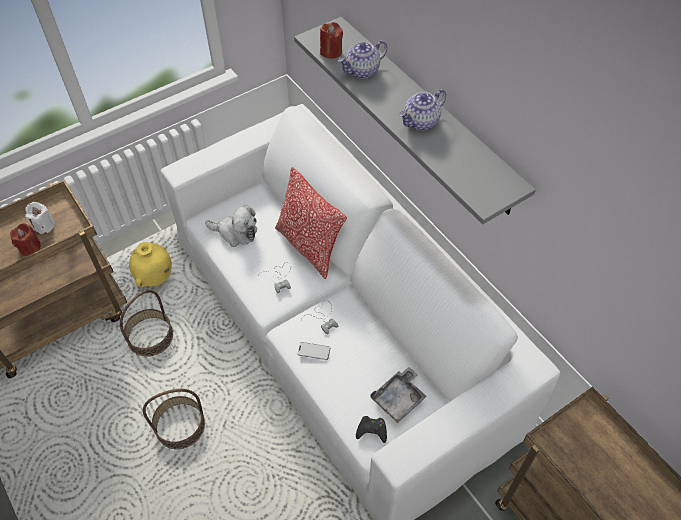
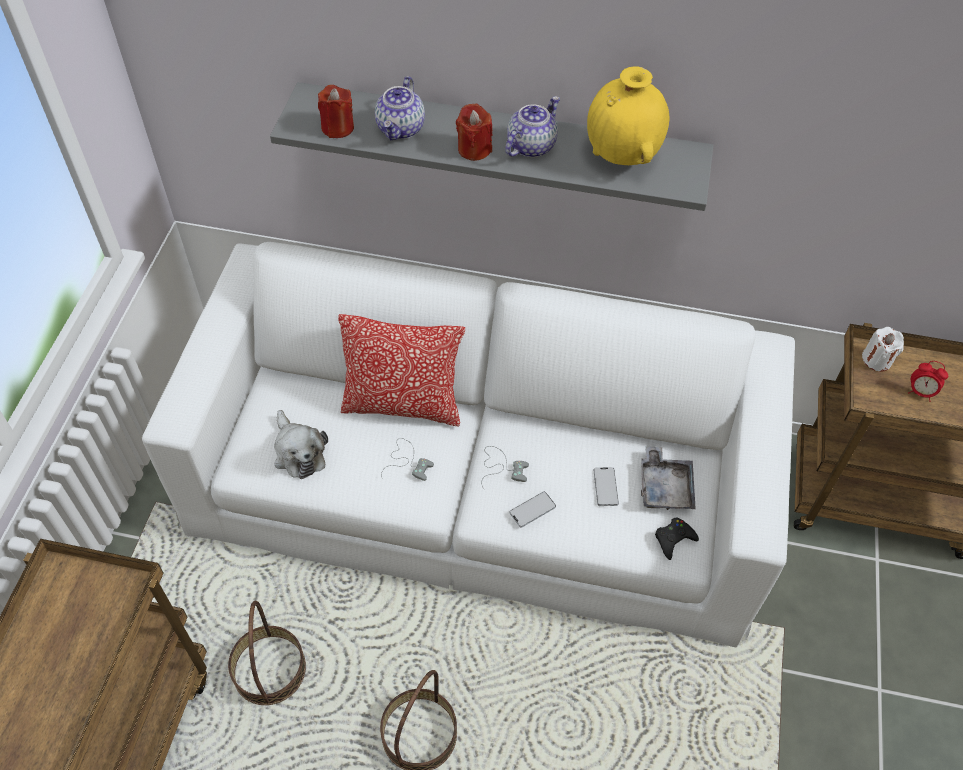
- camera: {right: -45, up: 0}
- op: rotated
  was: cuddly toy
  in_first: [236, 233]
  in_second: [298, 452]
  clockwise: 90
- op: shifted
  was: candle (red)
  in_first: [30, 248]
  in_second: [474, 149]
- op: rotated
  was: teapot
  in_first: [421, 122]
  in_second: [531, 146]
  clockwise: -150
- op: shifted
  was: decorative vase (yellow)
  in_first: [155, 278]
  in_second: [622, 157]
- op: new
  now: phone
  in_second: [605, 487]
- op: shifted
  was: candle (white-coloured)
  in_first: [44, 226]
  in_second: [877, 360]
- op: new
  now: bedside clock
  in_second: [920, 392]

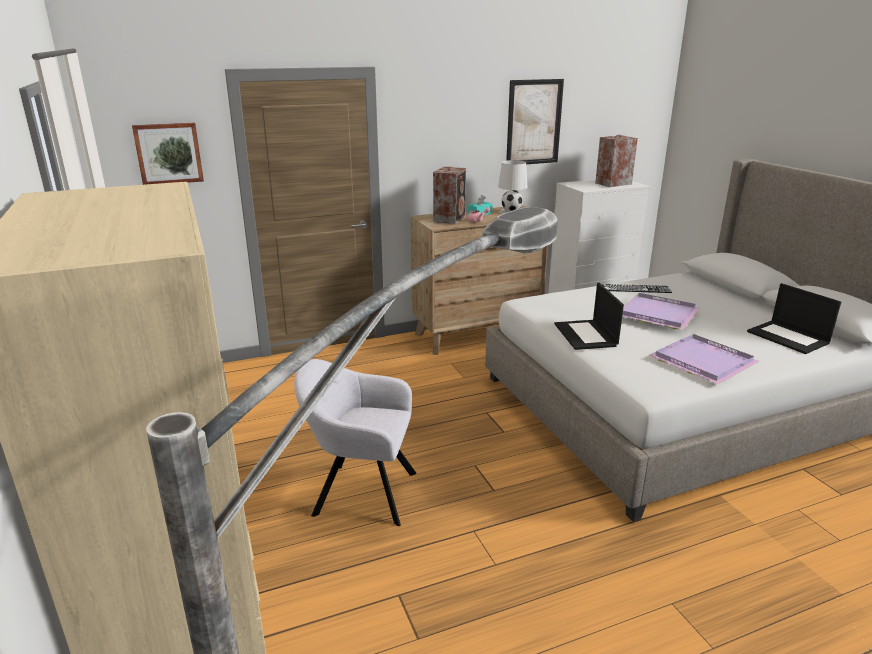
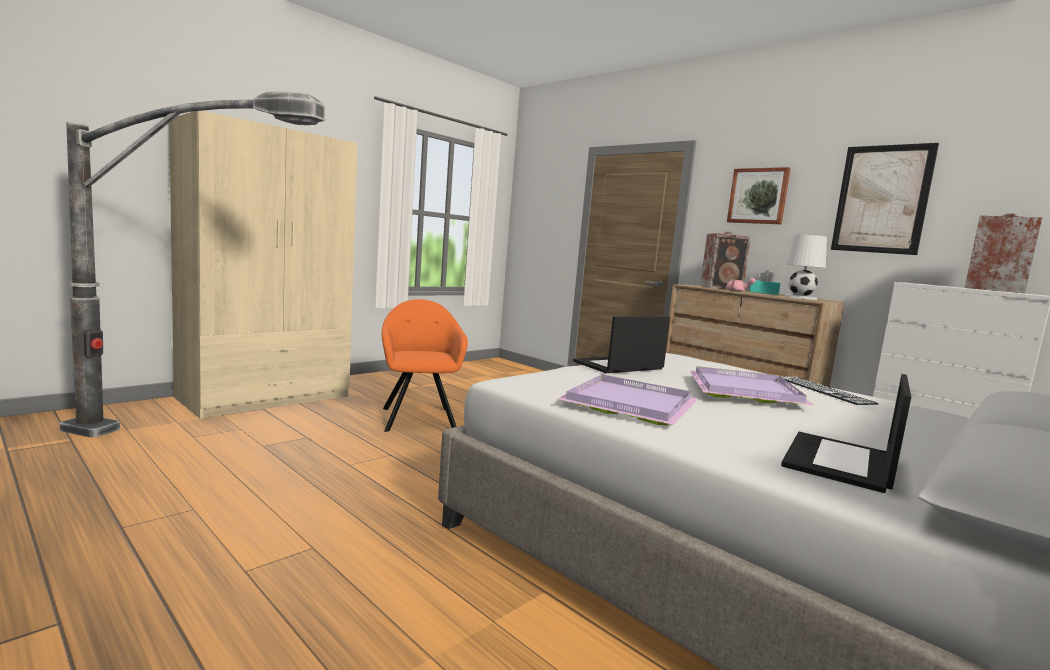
- camera: {right: 65, up: -15}
- op: repainted
  was: lounge chair (grey)
  now: lounge chair (orange)
  in_first: [361, 492]
  in_second: [418, 417]
- op: shifted
  was: wall art
  in_first: [169, 153]
  in_second: [758, 196]

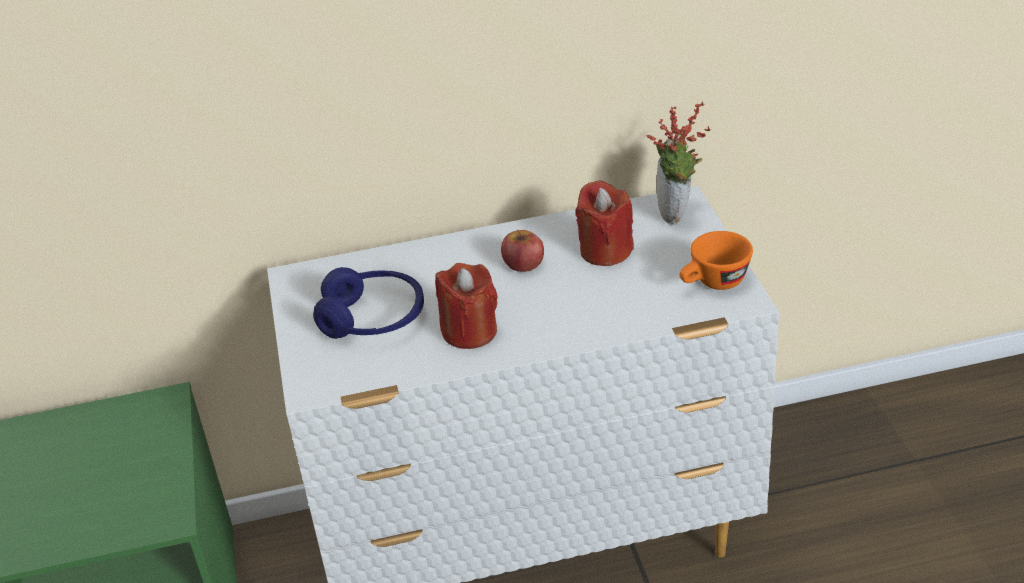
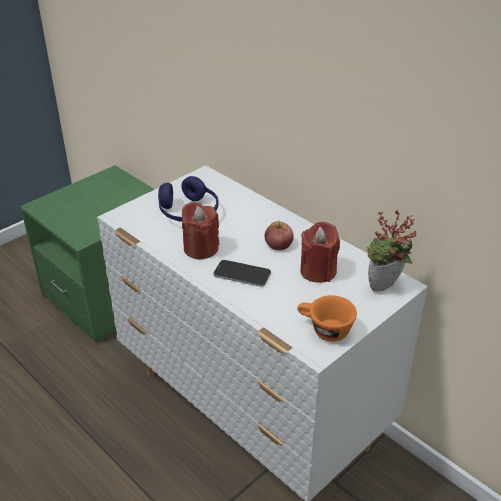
- camera: {right: 55, up: 0}
- op: new
  now: phone
  in_second: [242, 274]

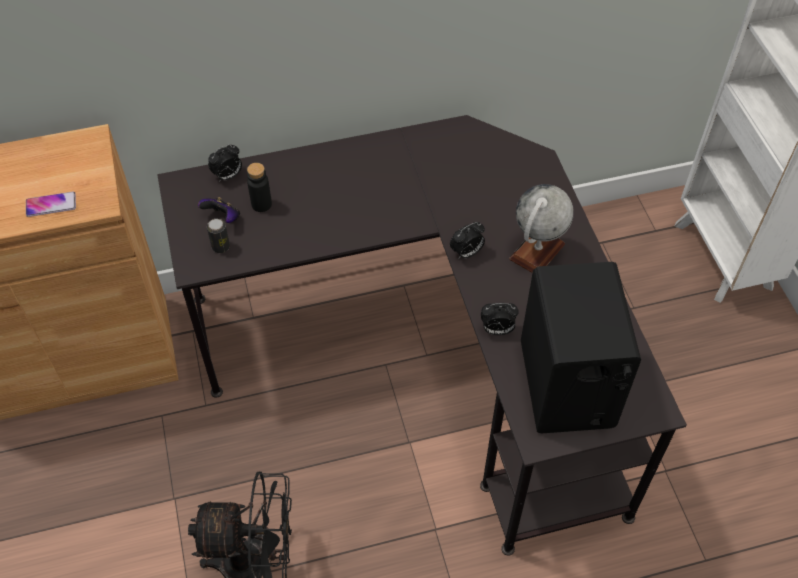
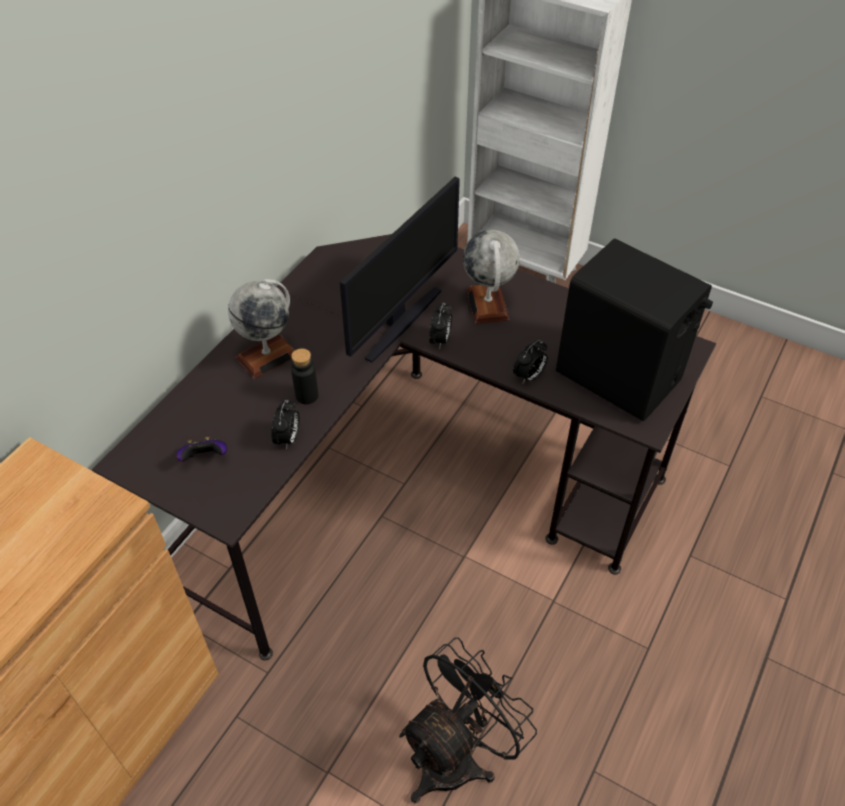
- camera: {right: -45, up: -5}
- op: new
  now: desk globe
  in_second: [267, 356]
- op: shifted
  was: bedside clock
  in_first: [228, 176]
  in_second: [288, 439]
- op: shifted
  was: beverage bottle (black)
  in_first: [261, 204]
  in_second: [307, 395]
- op: new
  now: computer display
  in_second: [401, 322]
- op: gone
  was: phone
  in_first: [51, 205]
- op: gone
  was: sealed can
  in_first: [221, 247]

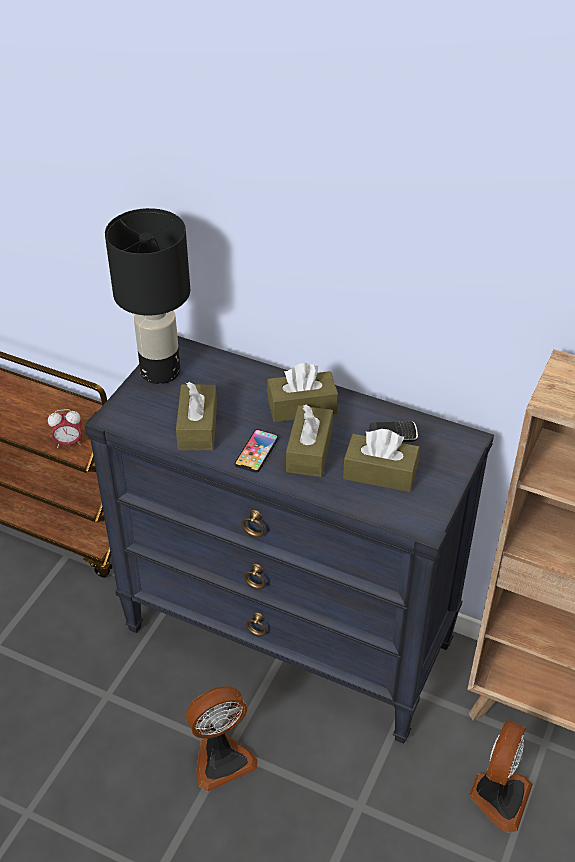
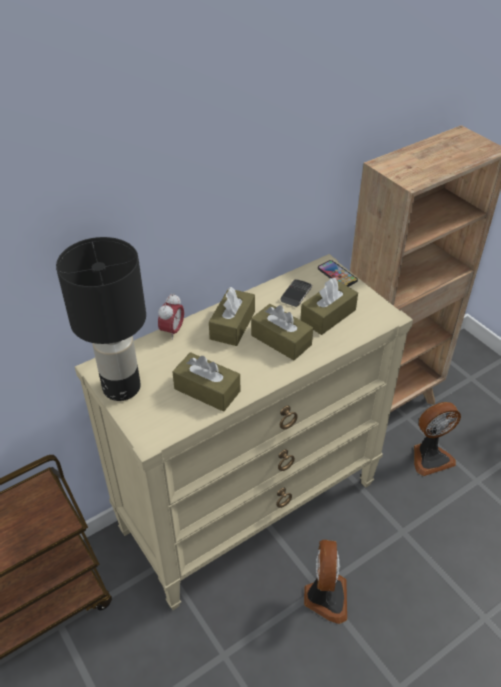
- camera: {right: -60, up: 0}
- op: repainted
  was: drawer chest (black)
  now: drawer chest (beige-coloured)
  in_first: [290, 636]
  in_second: [250, 505]
- op: shifted
  was: bedside clock
  in_first: [68, 443]
  in_second: [172, 331]
- op: shifted
  was: phone
  in_first: [256, 451]
  in_second: [337, 275]
- op: rotated
  was: electric fan
  in_first: [498, 796]
  in_second: [430, 457]
  clockwise: 105

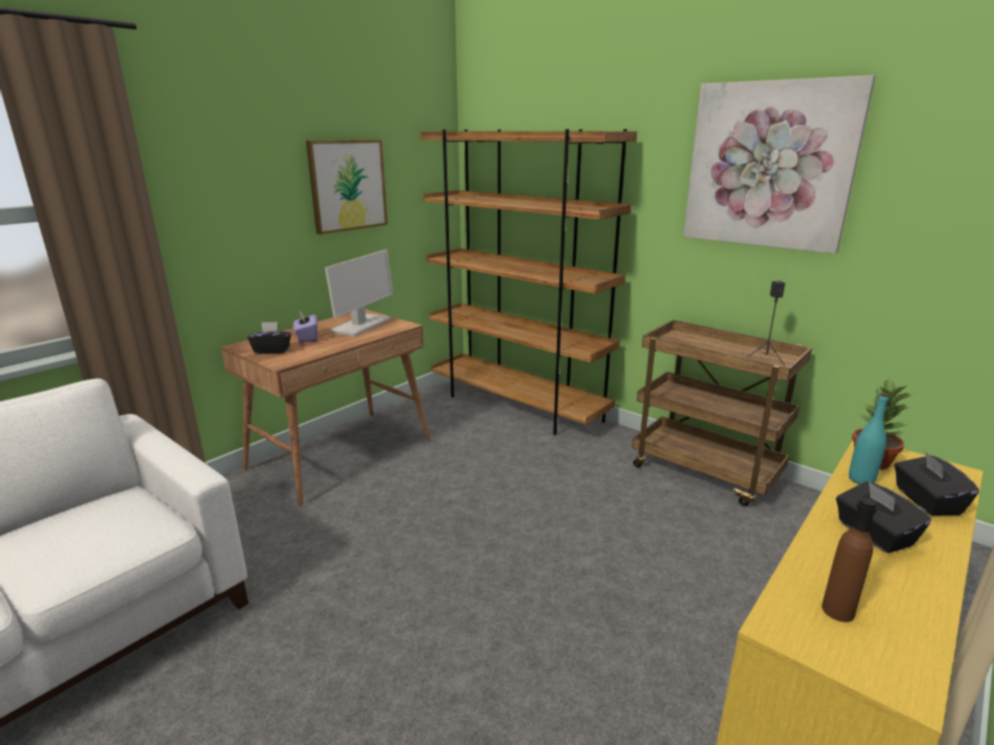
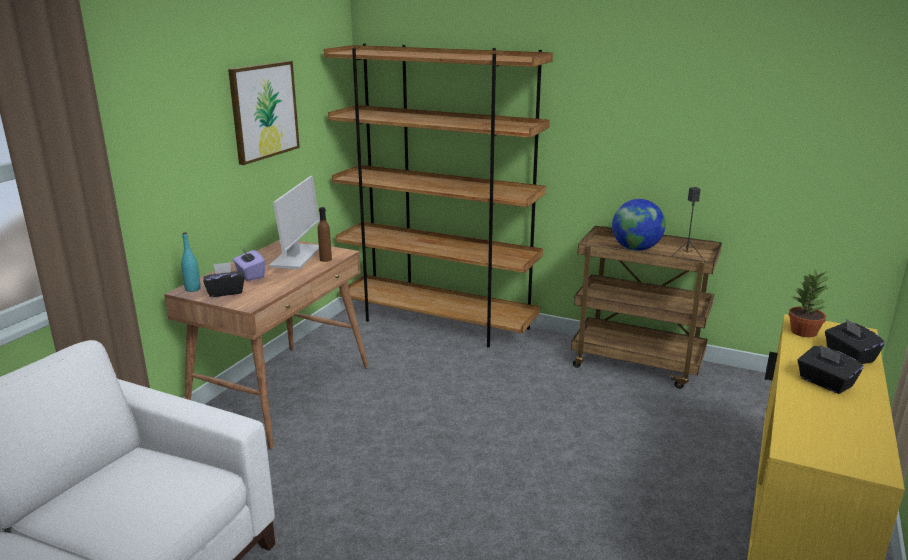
- camera: {right: -15, up: 0}
- op: shifted
  was: beverage bottle (turquoise-coloured)
  in_first: [861, 480]
  in_second: [193, 289]
- op: shifted
  was: beverage bottle (brown)
  in_first: [837, 611]
  in_second: [325, 259]
- op: new
  now: desk globe
  in_second: [635, 249]
- op: gone
  was: wall art
  in_first: [769, 166]

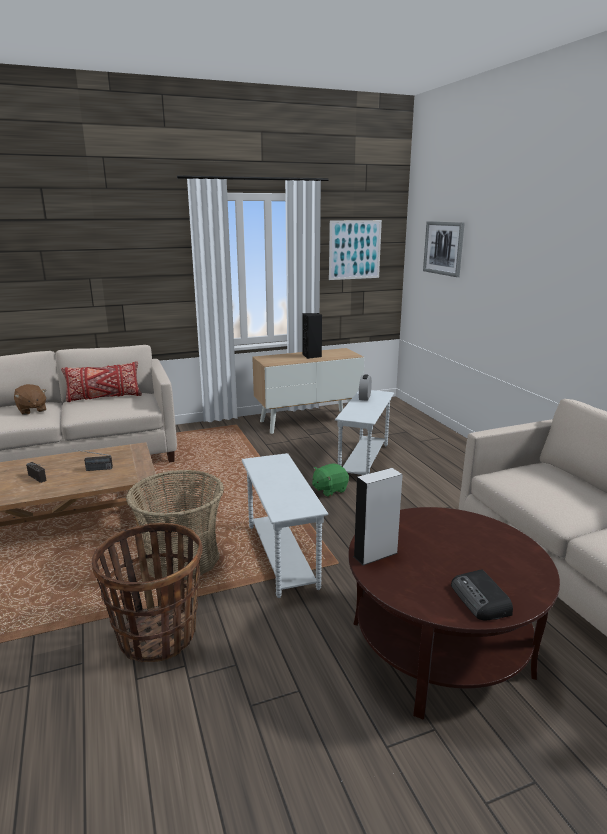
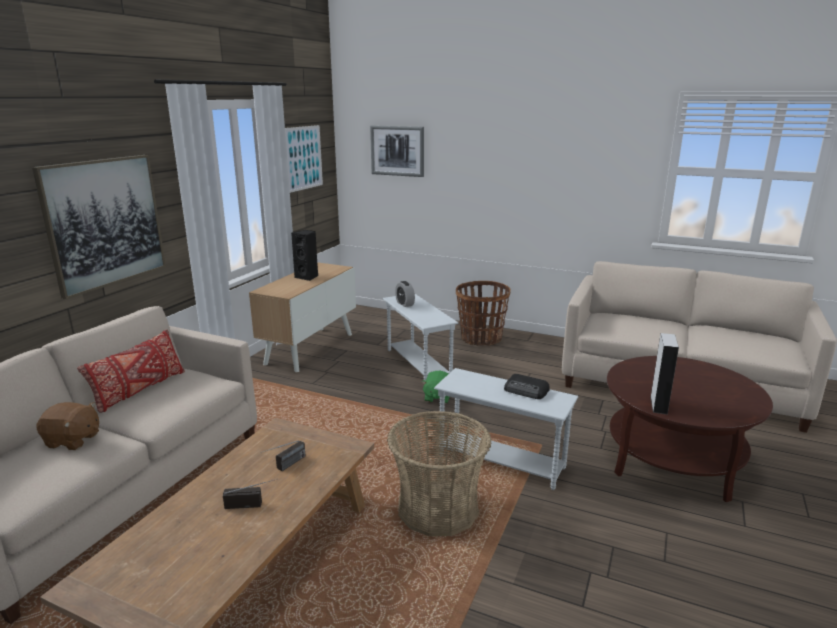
- camera: {right: -45, up: 0}
- op: new
  now: wall art
  in_second: [104, 222]
- op: shifted
  was: household basket
  in_first: [157, 635]
  in_second: [481, 339]
- op: shifted
  was: radio receiver
  in_first: [481, 600]
  in_second: [526, 390]

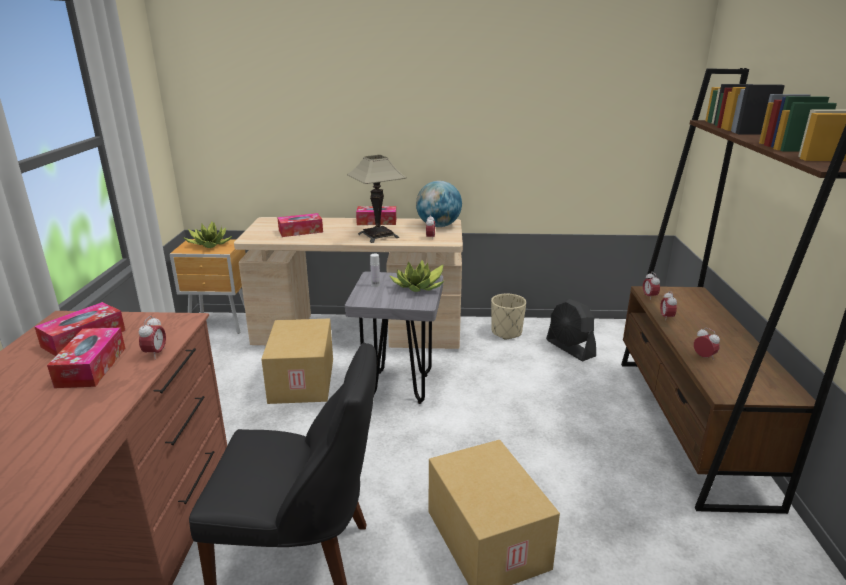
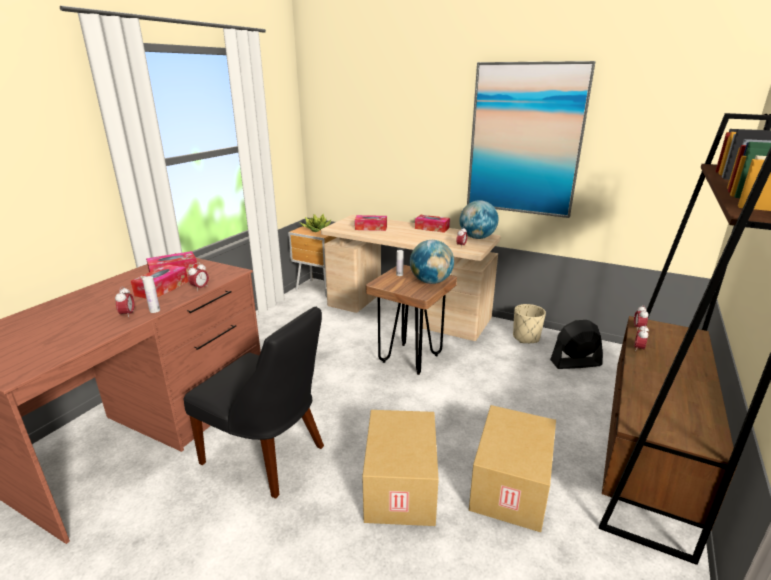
- camera: {right: 25, up: 0}
- op: shifted
  was: bedside clock
  in_first: [704, 357]
  in_second: [128, 315]
- op: new
  now: beverage bottle (white-coloured)
  in_second: [154, 310]
- op: repainted
  was: stool (grey)
  now: stool (brown)
  in_first: [398, 387]
  in_second: [410, 358]
- op: swapped
  was: potted plant
  now: desk globe
  in_first: [419, 287]
  in_second: [431, 282]
- op: new
  now: wall art
  in_second: [524, 140]
- op: shifted
  was: carton
  in_first: [303, 380]
  in_second: [512, 486]
- op: rotated
  was: electric fan (black)
  in_first: [570, 348]
  in_second: [575, 363]
  clockwise: 90
- op: gone
  was: table lamp
  in_first: [378, 236]

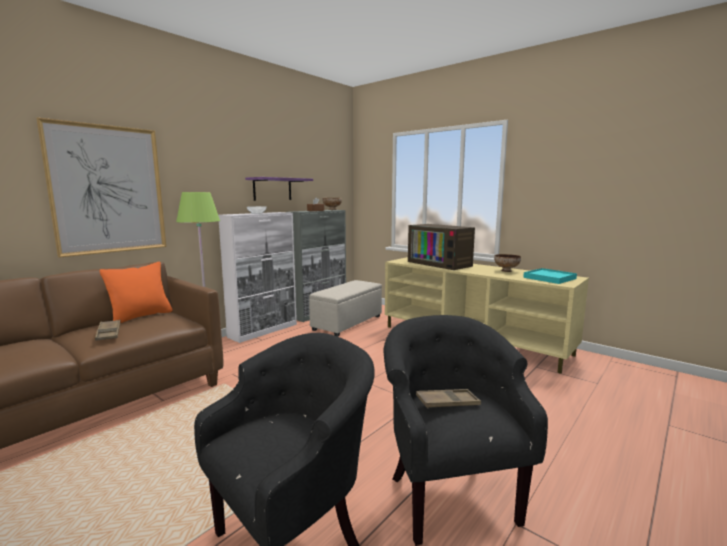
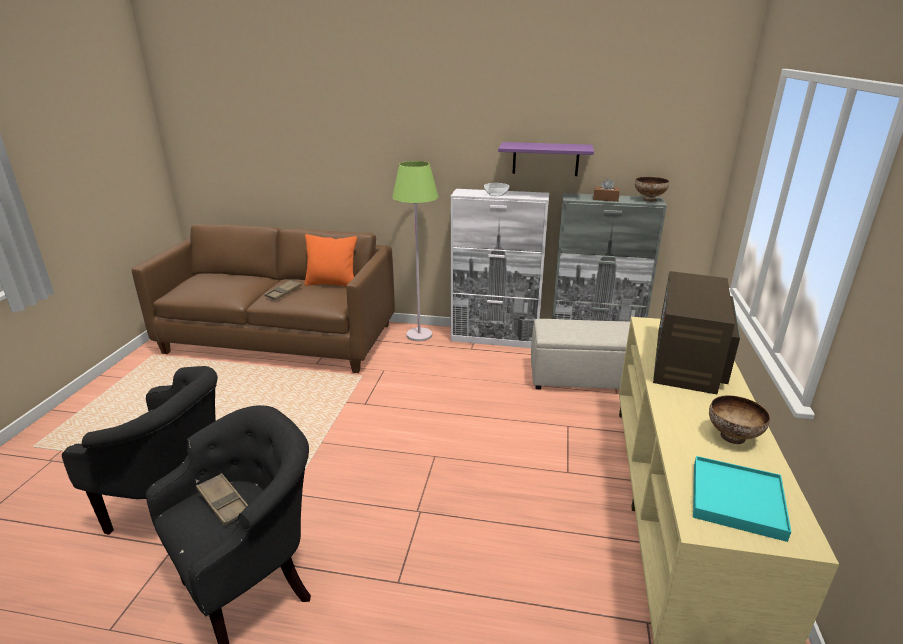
- camera: {right: 60, up: 15}
- op: gone
  was: wall art
  in_first: [108, 190]

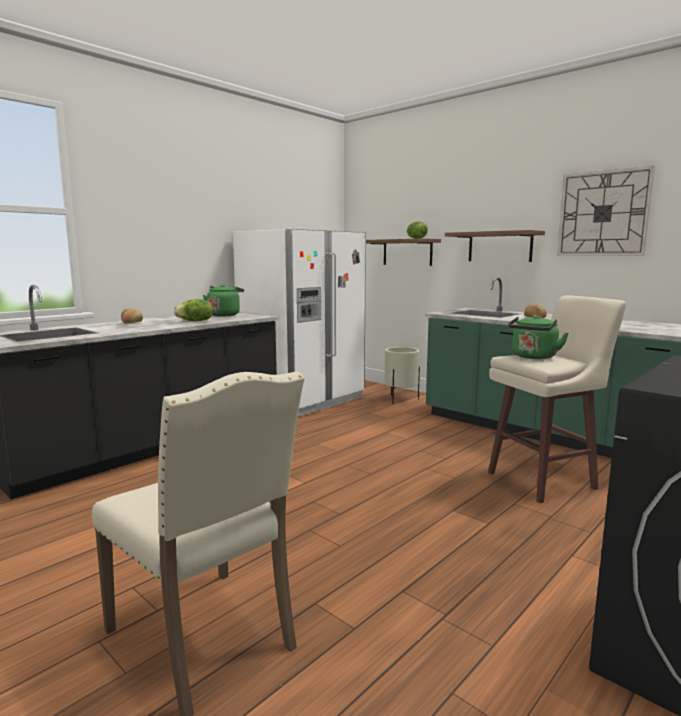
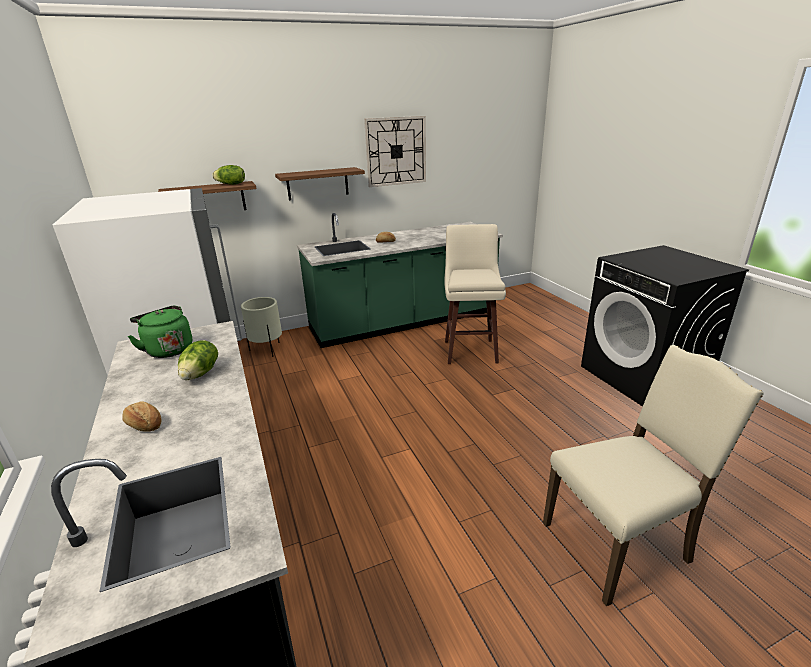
- camera: {right: -65, up: 15}
- op: gone
  was: kettle (green-coloured)
  in_first: [533, 357]

